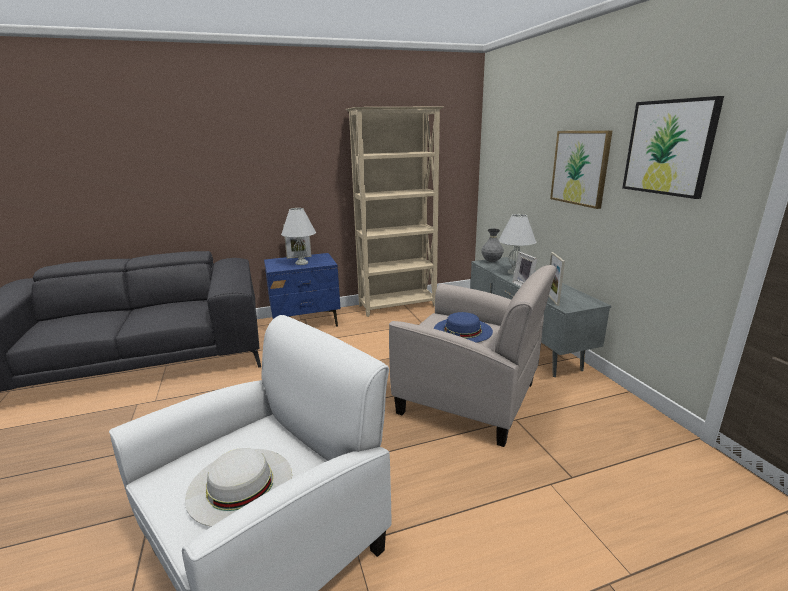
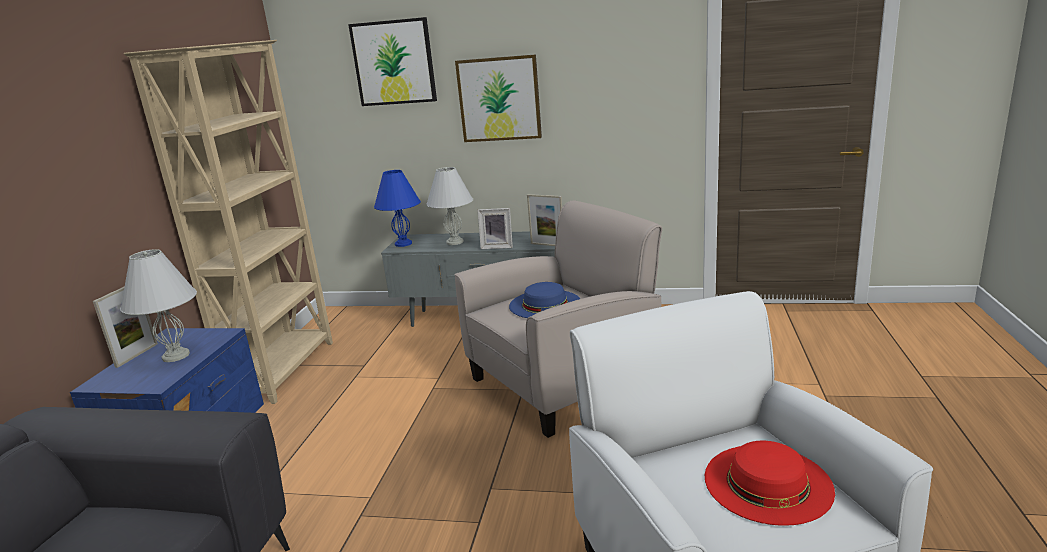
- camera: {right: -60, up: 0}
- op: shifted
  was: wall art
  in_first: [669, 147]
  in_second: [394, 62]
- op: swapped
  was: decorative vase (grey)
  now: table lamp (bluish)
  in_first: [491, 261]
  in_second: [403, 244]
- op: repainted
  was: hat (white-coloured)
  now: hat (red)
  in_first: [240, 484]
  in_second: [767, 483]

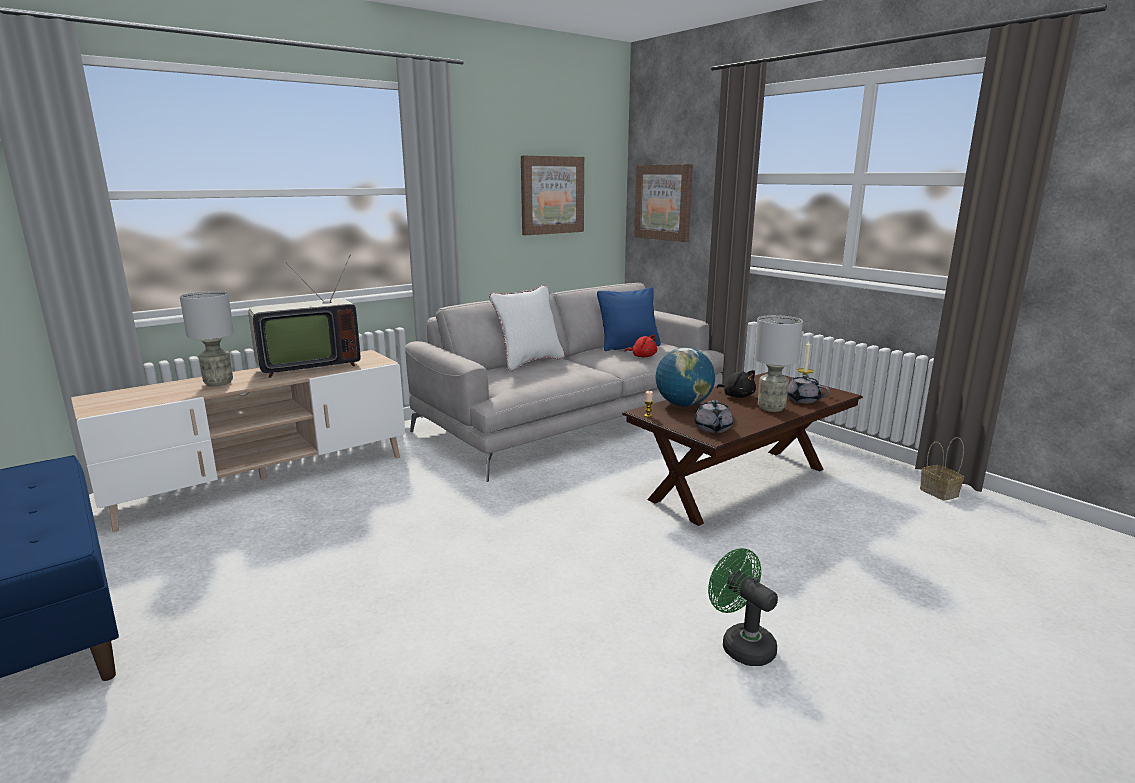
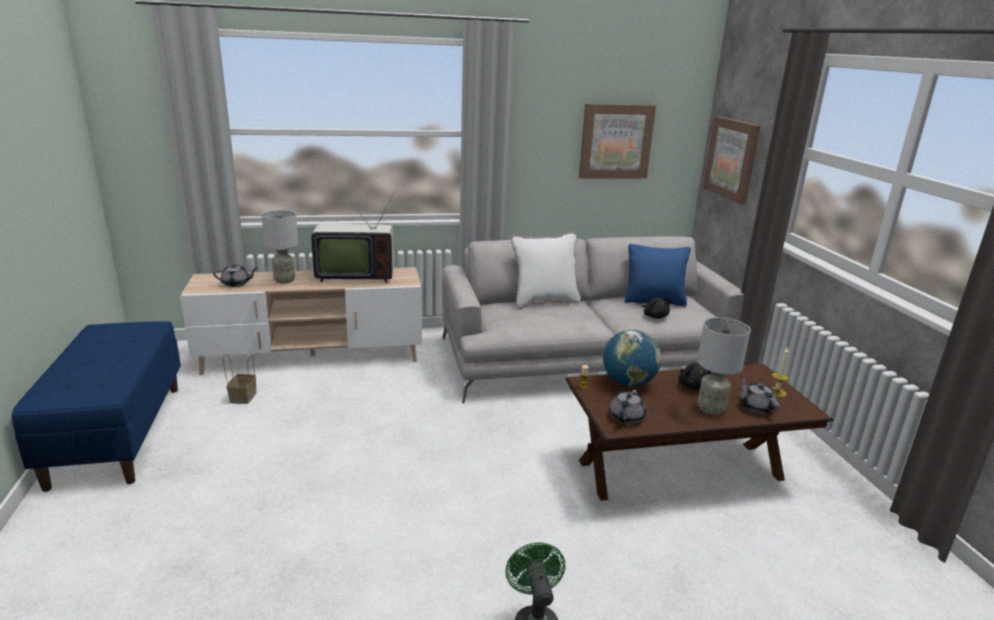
- camera: {right: 25, up: 5}
- op: new
  now: teapot (grey)
  in_second: [236, 284]
- op: shifted
  was: household basket
  in_first: [937, 492]
  in_second: [243, 396]
- op: repainted
  was: cuddly toy (red)
  now: cuddly toy (black)
  in_first: [642, 356]
  in_second: [654, 316]

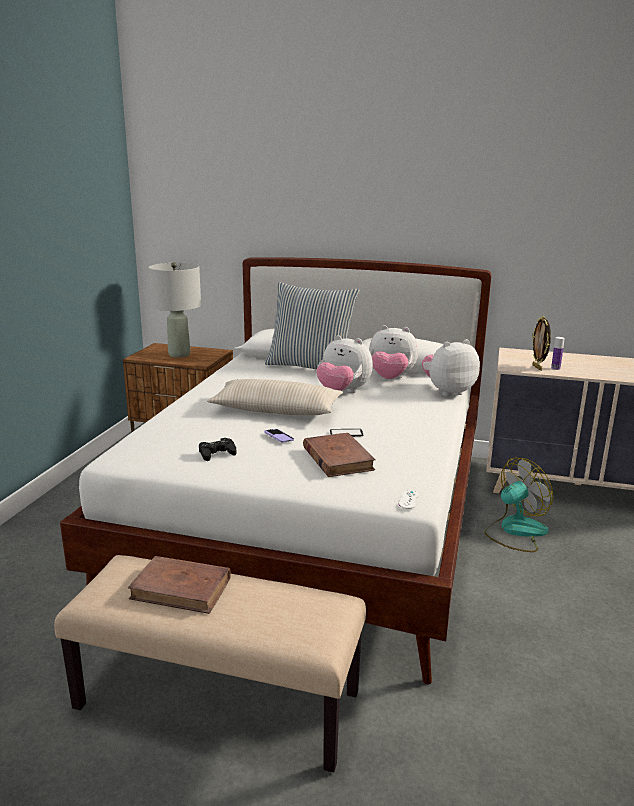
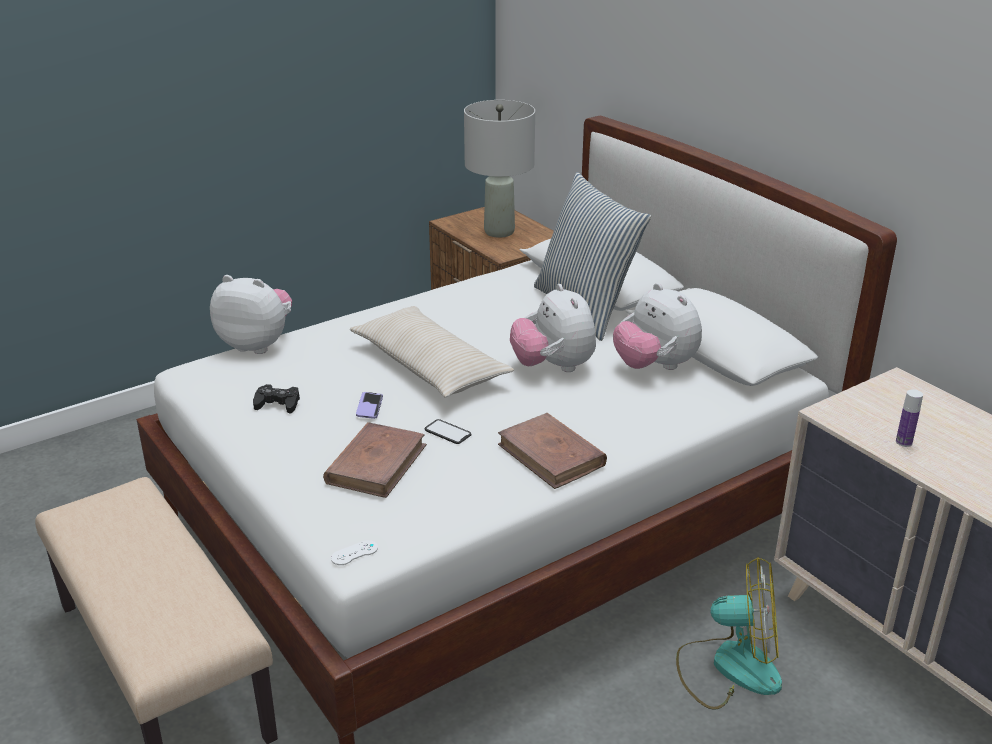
- camera: {right: 40, up: 10}
- op: shifted
  was: cuddly toy
  in_first: [447, 392]
  in_second: [257, 344]
- op: shifted
  was: book (brown)
  in_first: [181, 588]
  in_second: [551, 455]
- op: gone
  was: standing frame
  in_first: [537, 368]

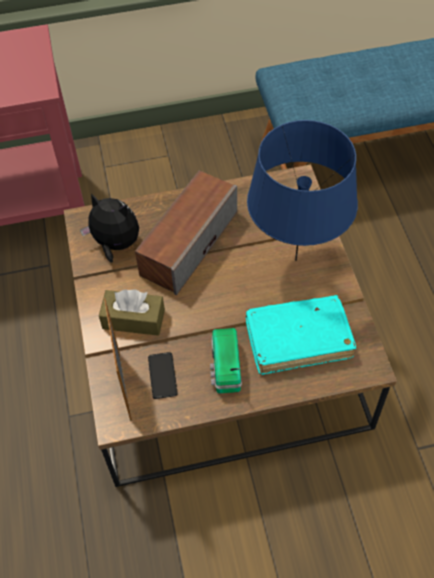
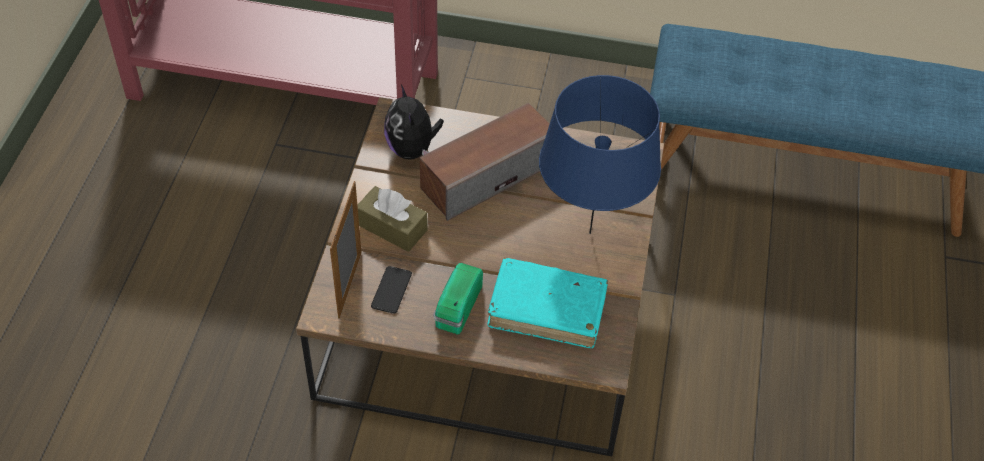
- camera: {right: 20, up: -5}
- op: rotated
  was: cuddly toy
  in_first: [115, 244]
  in_second: [412, 149]
  clockwise: -150

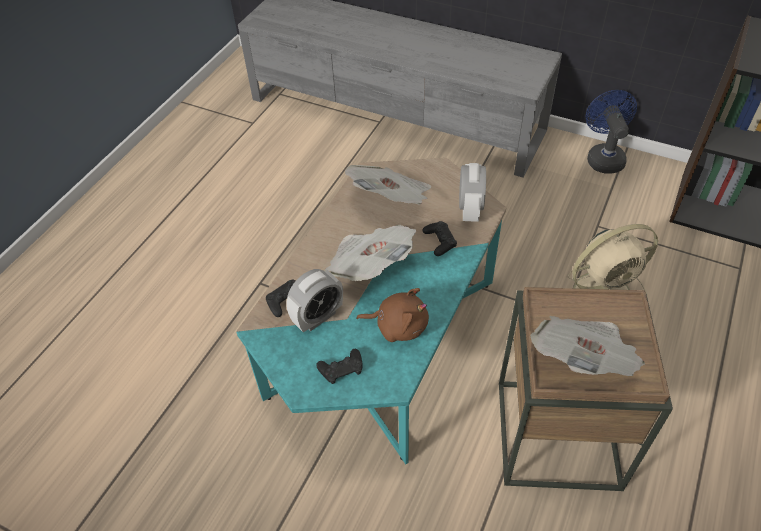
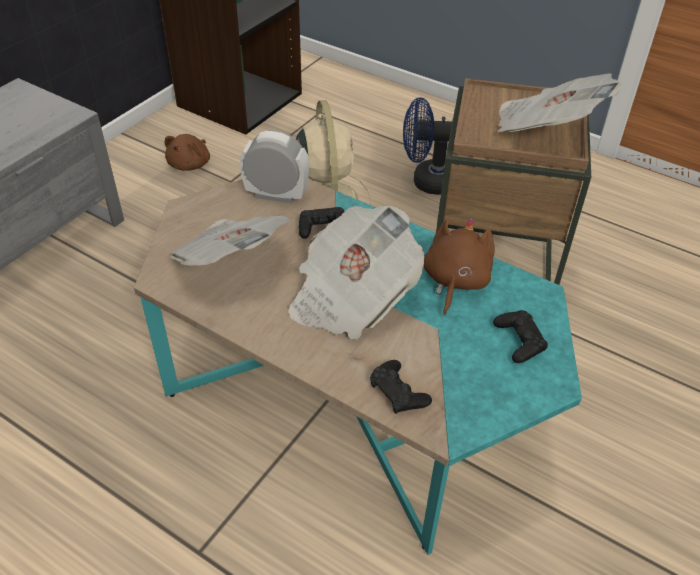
- camera: {right: -85, up: -5}
- op: new
  now: cuddly toy (brown)
  in_second: [190, 164]
- op: shifted
  was: electric fan (bluish)
  in_first: [603, 157]
  in_second: [427, 181]
- op: gone
  was: bedside clock
  in_first: [318, 317]

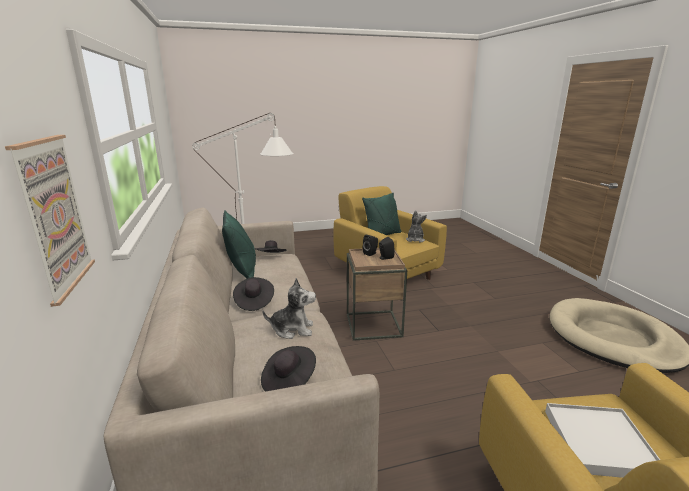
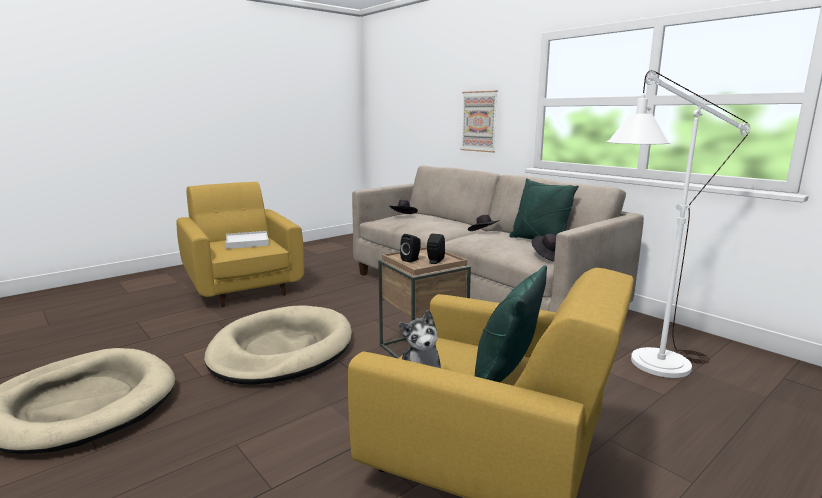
- camera: {right: 155, up: -5}
- op: new
  now: pet bed (beige-coloured)
  in_second: [281, 350]
- op: gone
  was: cuddly toy
  in_first: [292, 329]

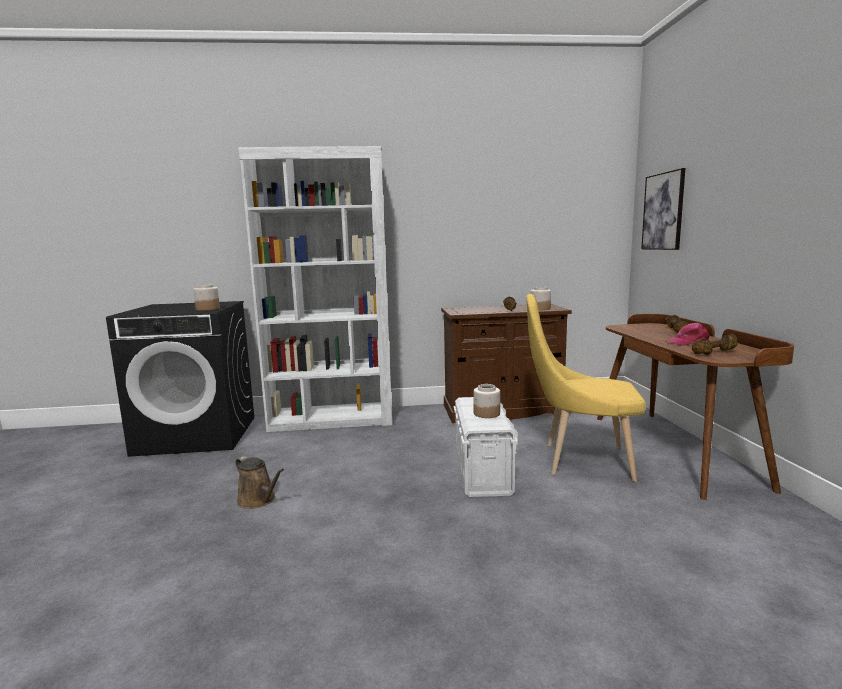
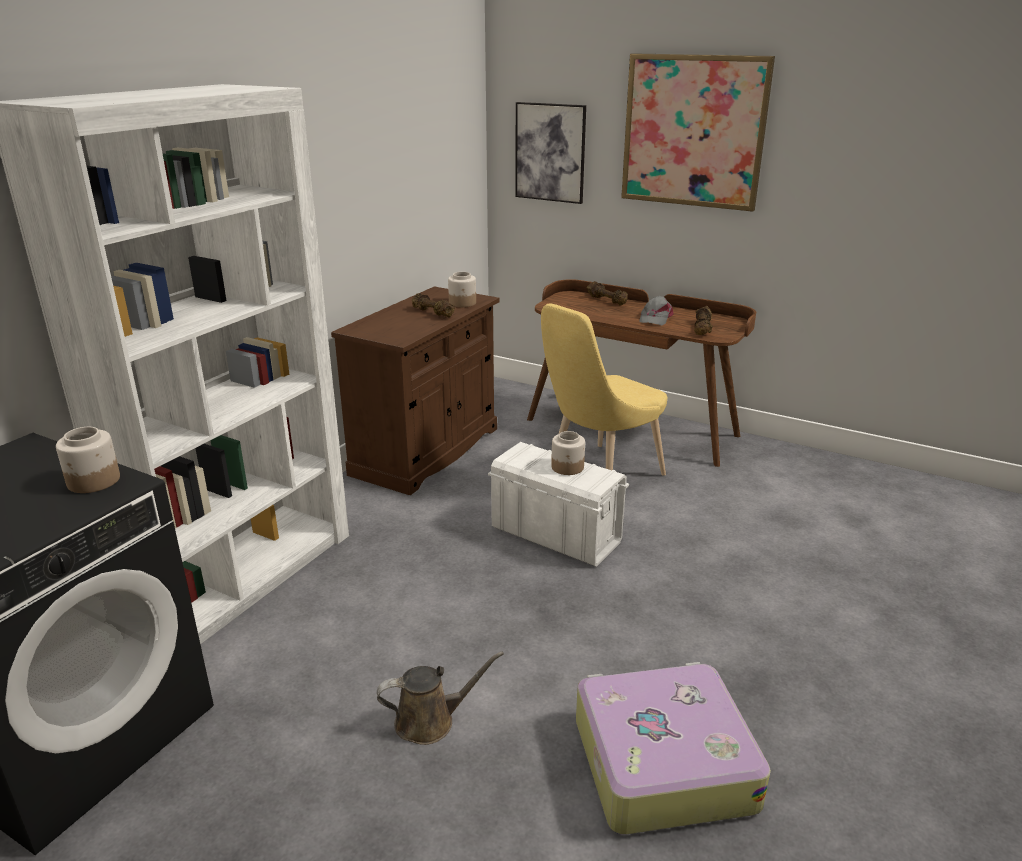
- camera: {right: -55, up: 15}
- op: new
  now: piece of luggage
  in_second: [661, 761]
- op: new
  now: wall art
  in_second: [693, 131]
- op: repainted
  was: baseball cap (pink)
  now: baseball cap (grey)
  in_first: [688, 342]
  in_second: [655, 318]

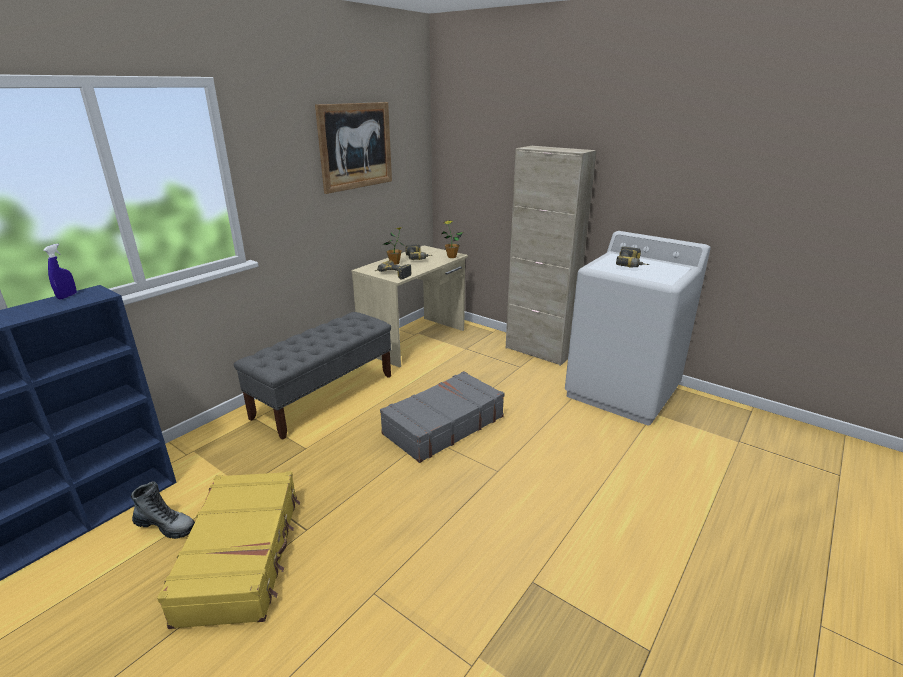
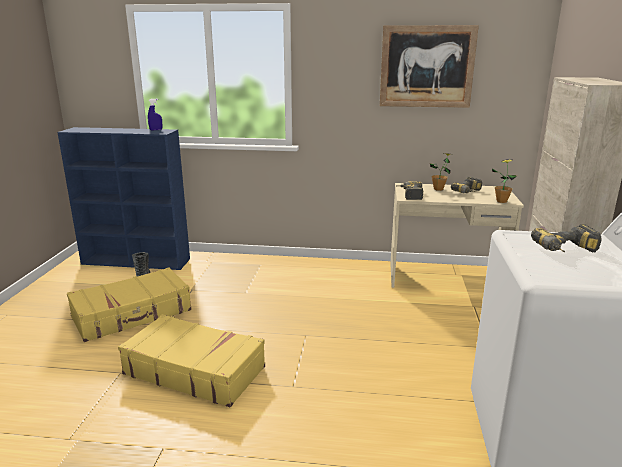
- camera: {right: 60, up: -5}
- op: new
  now: piece of luggage (yellow)
  in_second: [195, 370]
- op: gone
  was: long seat (grey)
  in_first: [325, 396]
- op: gone
  was: piece of luggage (grey)
  in_first: [443, 425]

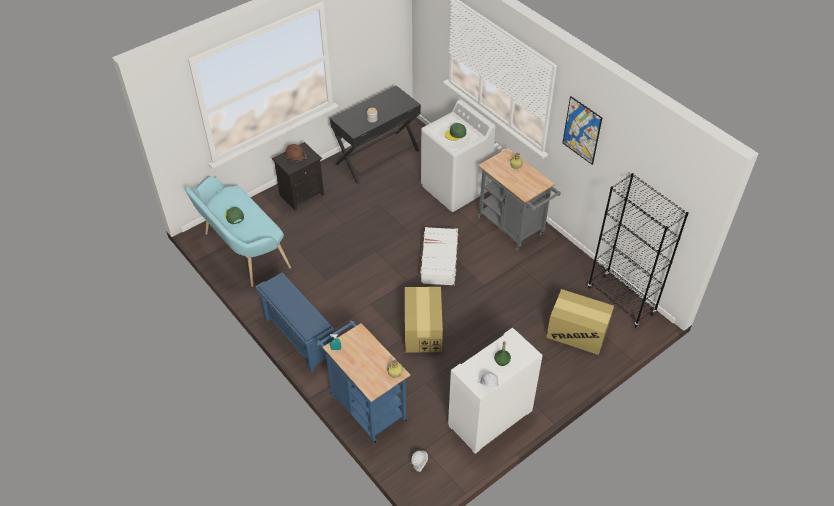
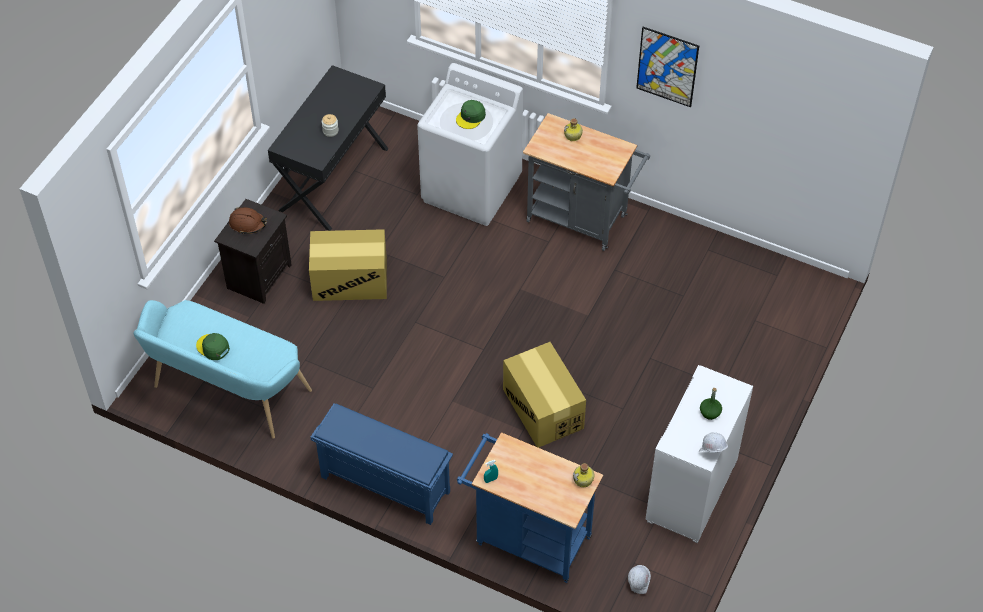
- camera: {right: -25, up: 5}
- op: shifted
  was: carton
  in_first: [577, 332]
  in_second: [350, 280]
- op: gone
  was: piece of luggage (white-coloured)
  in_first: [438, 261]
- op: gone
  was: shelving unit (black)
  in_first: [621, 301]

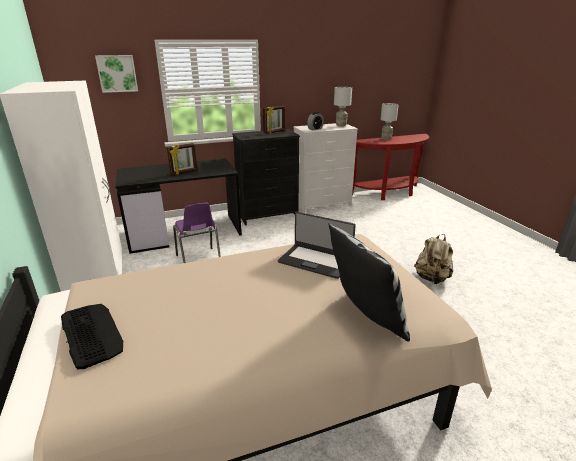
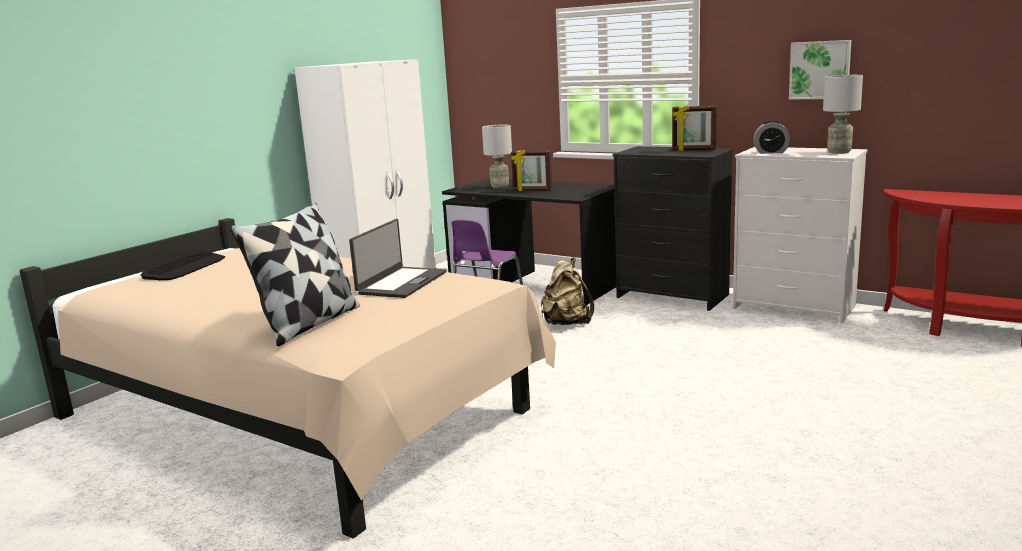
- camera: {right: 55, up: -10}
- op: rotated
  was: notebook computer
  in_first: [315, 260]
  in_second: [401, 283]
  clockwise: -150
- op: shifted
  was: table lamp (grey)
  in_first: [386, 138]
  in_second: [499, 187]
- op: shifted
  was: knapsack (beige-coloured)
  in_first: [431, 278]
  in_second: [567, 323]
- op: shifted
  was: wall art
  in_first: [117, 73]
  in_second: [820, 70]

